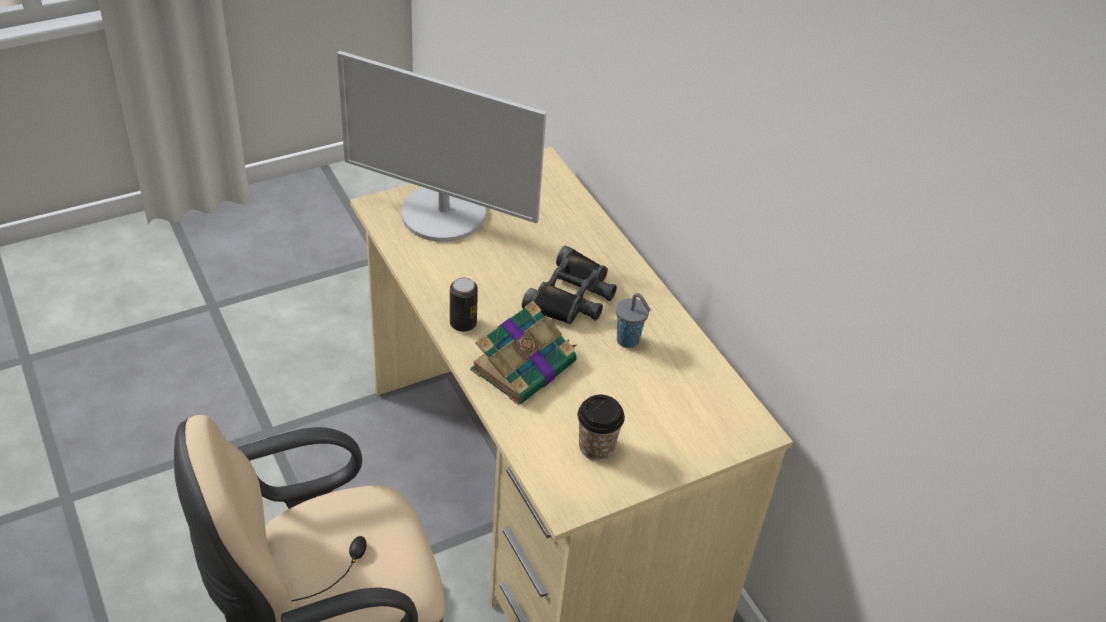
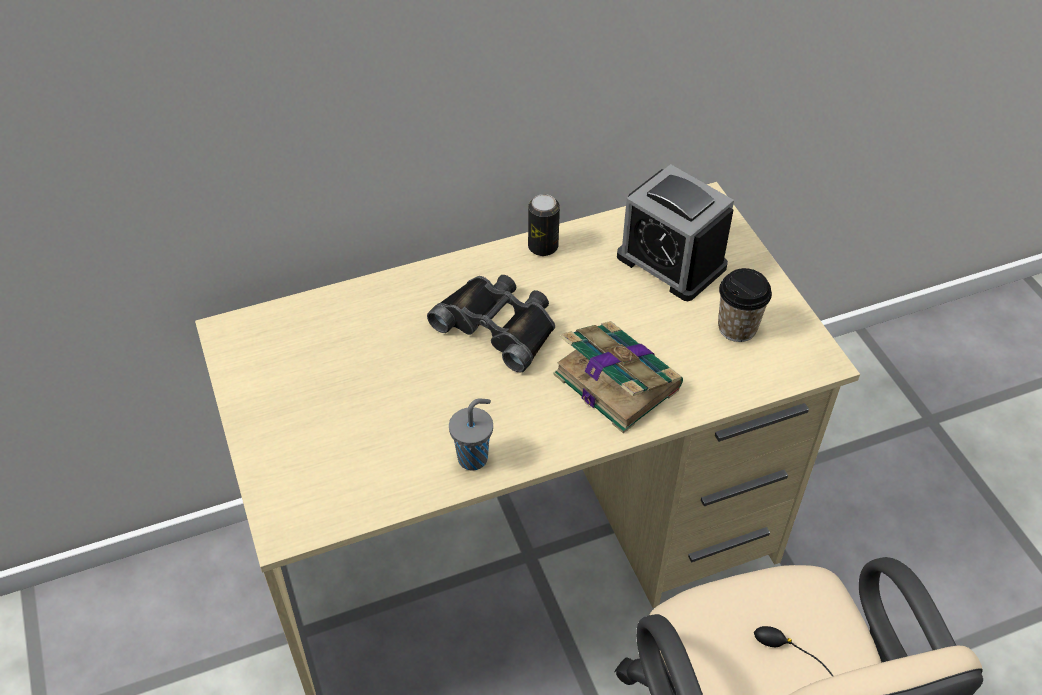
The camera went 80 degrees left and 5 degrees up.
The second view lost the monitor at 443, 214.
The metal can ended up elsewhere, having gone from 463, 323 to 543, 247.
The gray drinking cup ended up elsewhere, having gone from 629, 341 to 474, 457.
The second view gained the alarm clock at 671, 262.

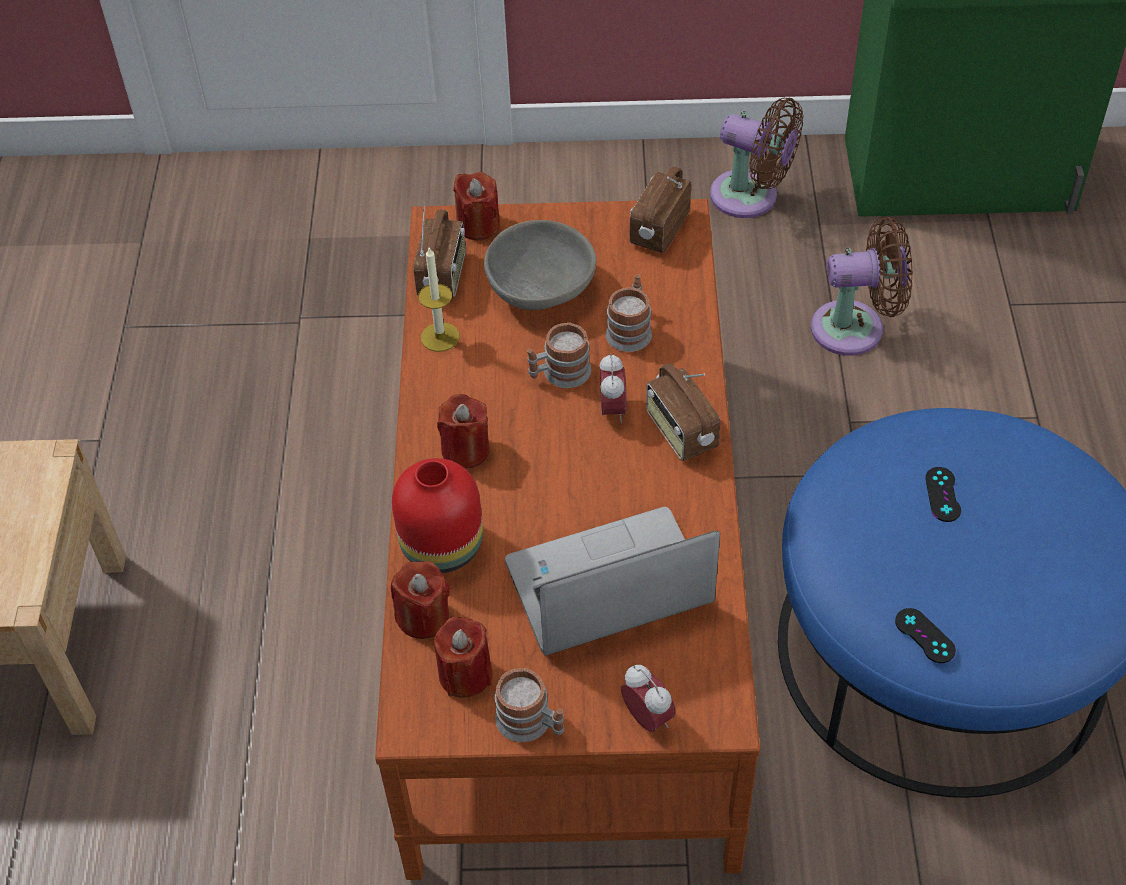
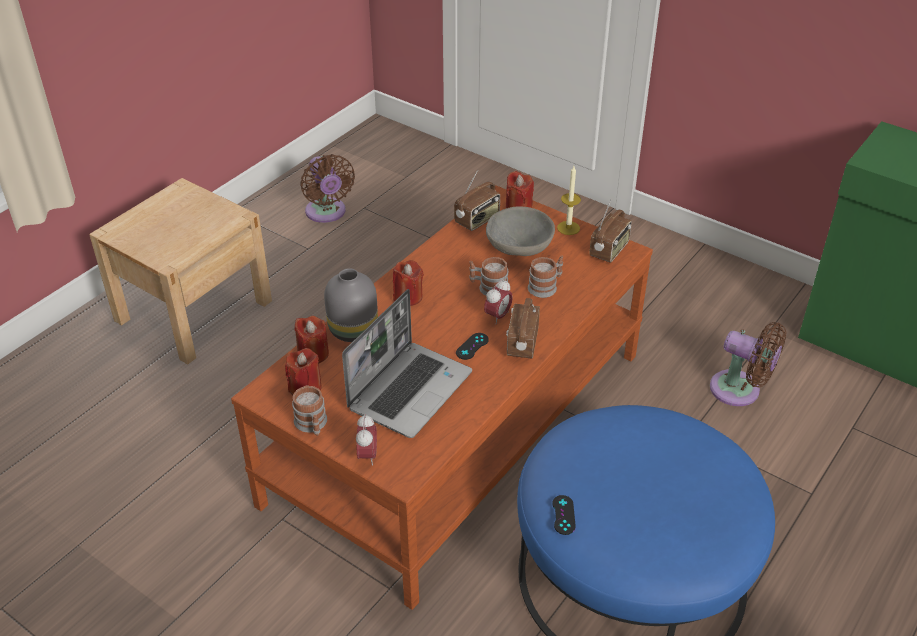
The camera went 35 degrees right and 10 degrees down.
The brown-coloured cooling fan ended up elsewhere, having gone from 751, 197 to 327, 213.
The radio set at 658, 229 ended up facing another way, 150 degrees clockwise from before.
The wax candle ended up elsewhere, having gone from 440, 337 to 568, 228.
What was the red decorative vase at 440, 545 turned into the gray decorative vase at 352, 329.
The black game controller ended up elsewhere, having gone from 942, 494 to 472, 346.
The laptop at 606, 587 ended up facing another way, 105 degrees clockwise from before.

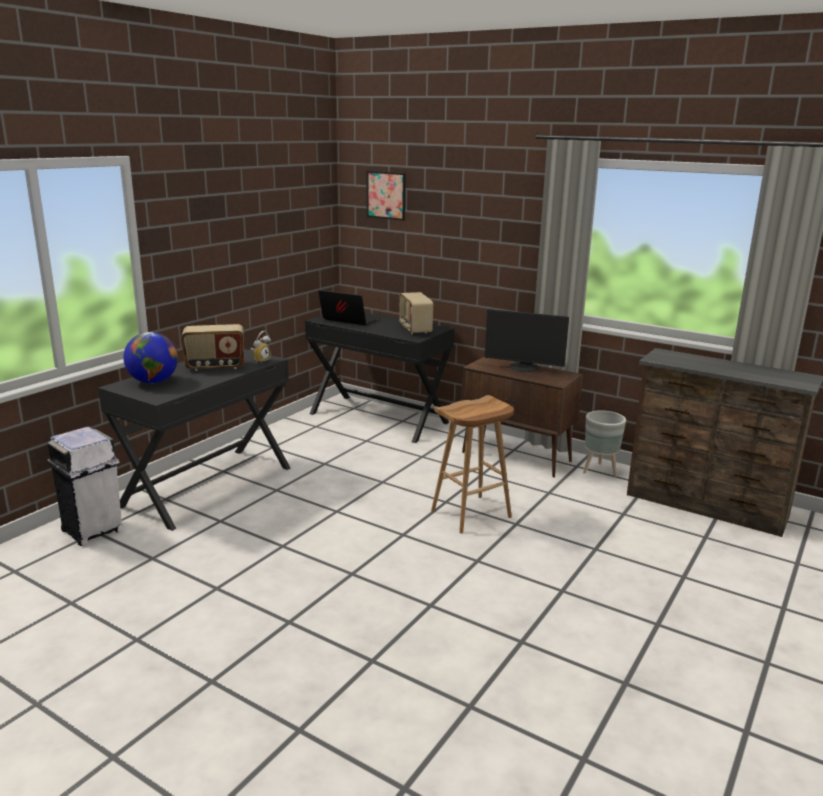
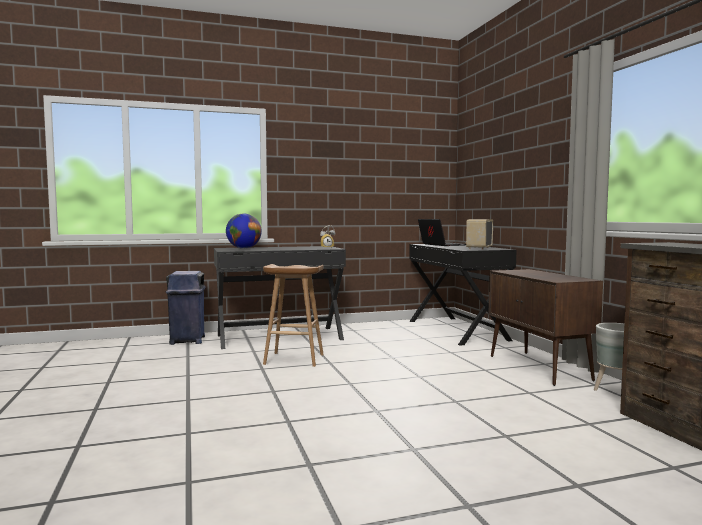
The camera went 40 degrees right and 15 degrees down.
The second view lost the wall picture at 386, 195.
The second view lost the monitor at 523, 368.
The second view lost the radio set at 215, 367.
The brown-coloured stool seat ended up elsewhere, having gone from 470, 514 to 293, 359.
What was the white-coloured waste bin at 93, 531 turned into the bluish waste bin at 187, 341.

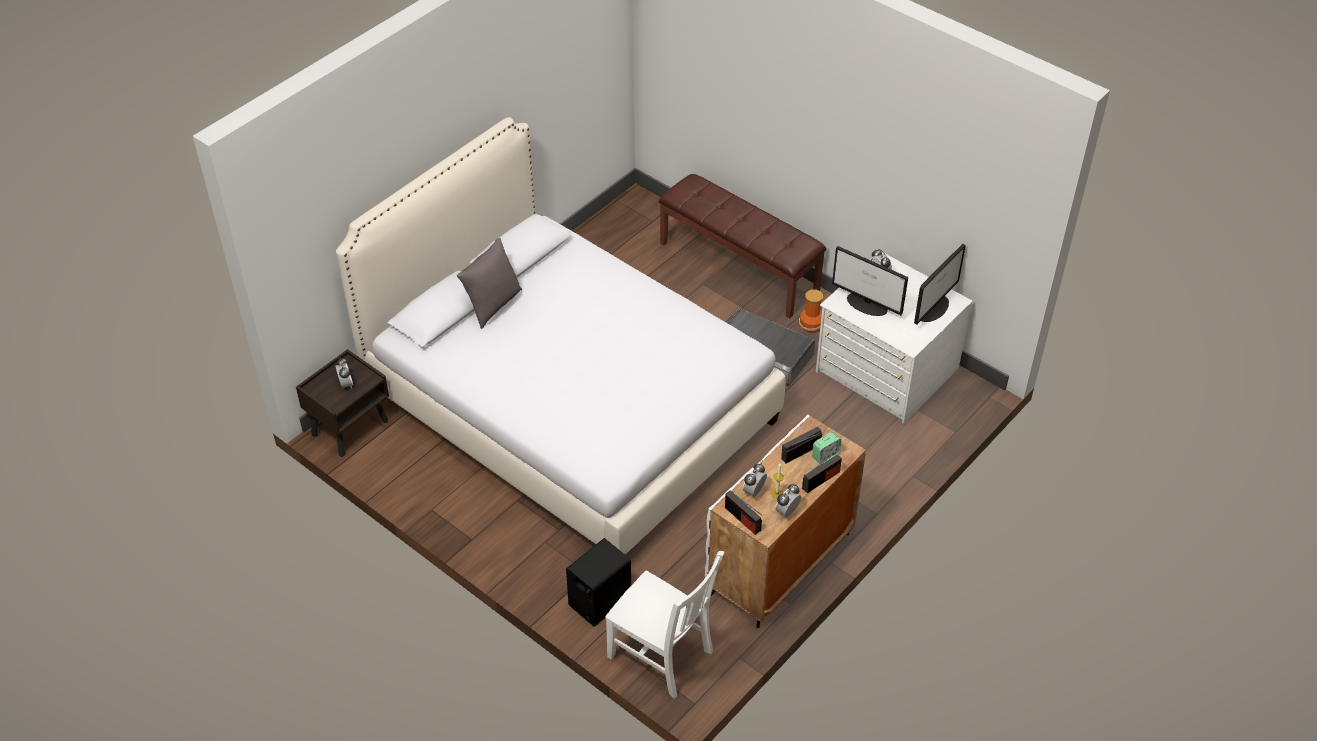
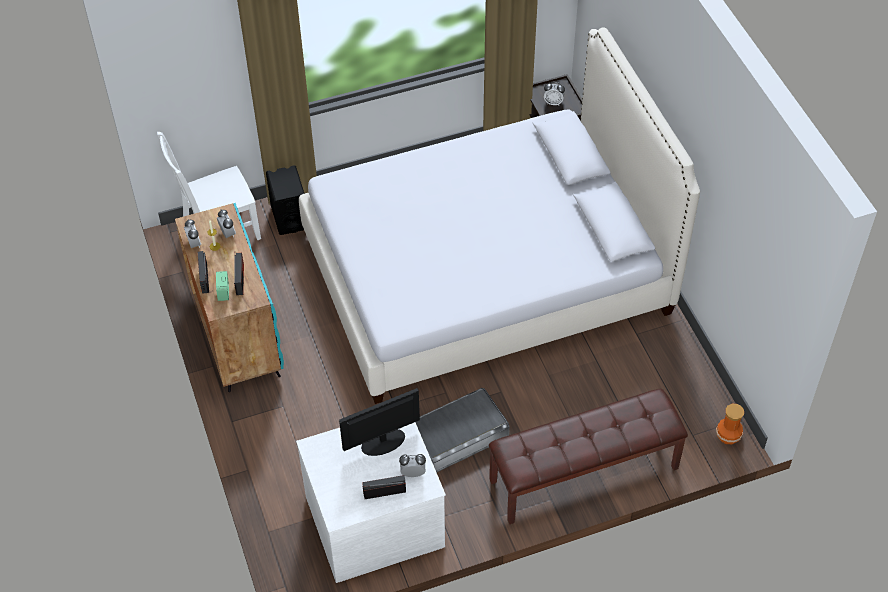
The camera went 120 degrees right and 5 degrees up.
The second view lost the gray cushion at 492, 305.
The second view lost the monitor at 933, 308.
The decorative vase ended up elsewhere, having gone from 811, 325 to 728, 435.
What was the white-coloured storage cabinet at 780, 564 turned into the blue-green storage cabinet at 236, 333.
The radio set ended up elsewhere, having gone from 742, 519 to 384, 492.

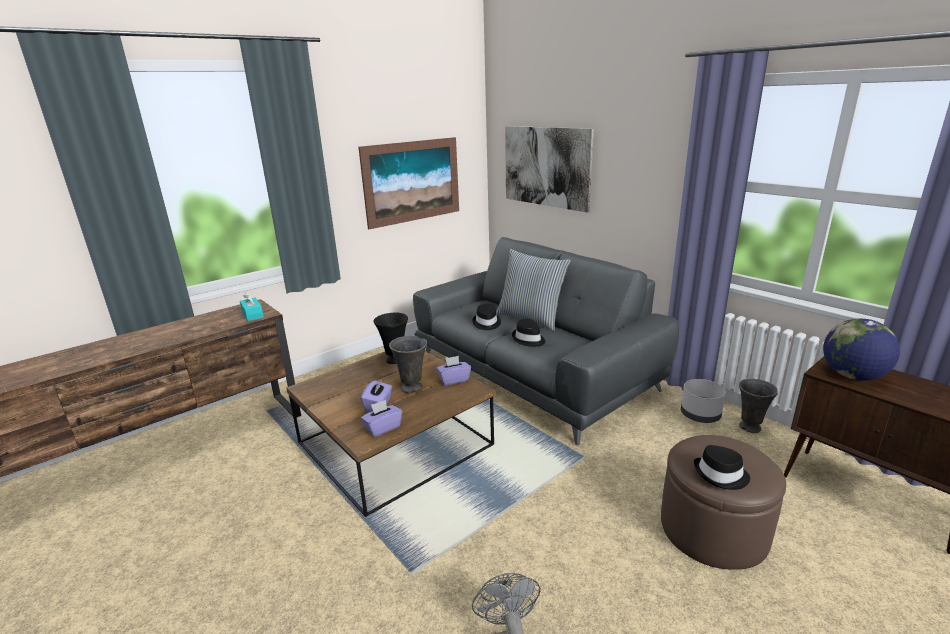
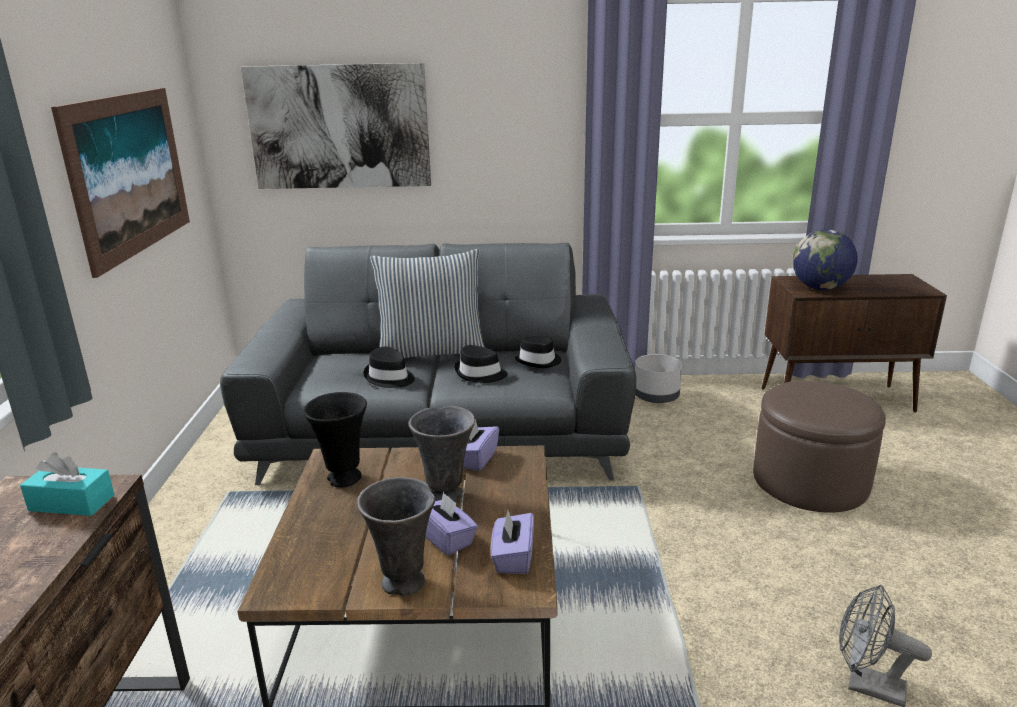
The camera went 50 degrees left and 0 degrees up.
The gray decorative vase ended up elsewhere, having gone from 750, 428 to 404, 584.
The black clothing hat ended up elsewhere, having gone from 721, 475 to 539, 361.

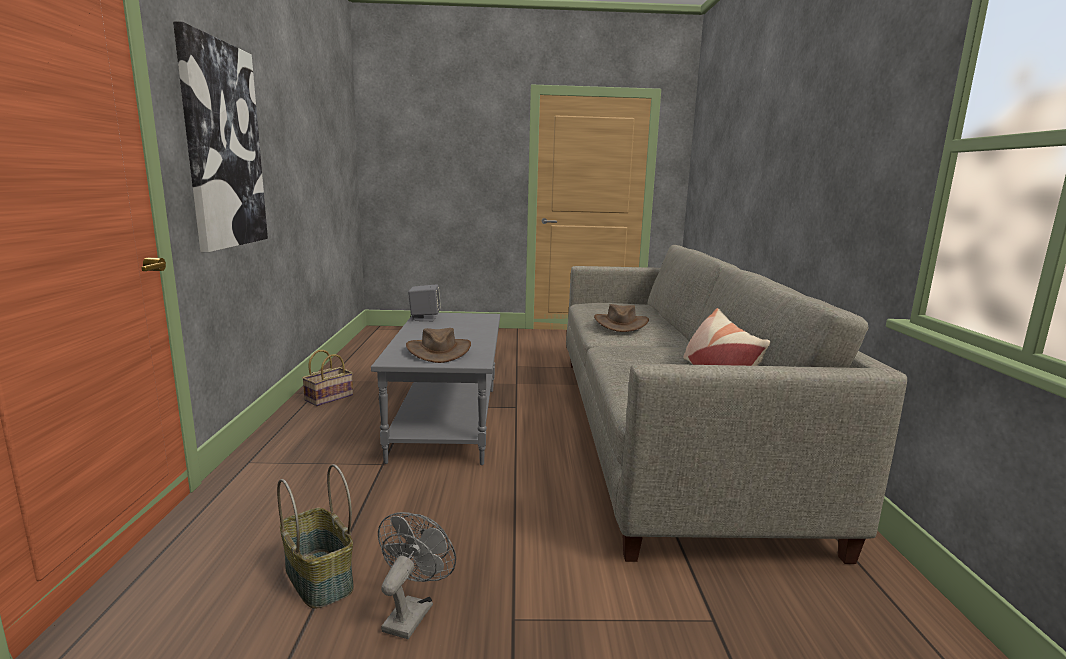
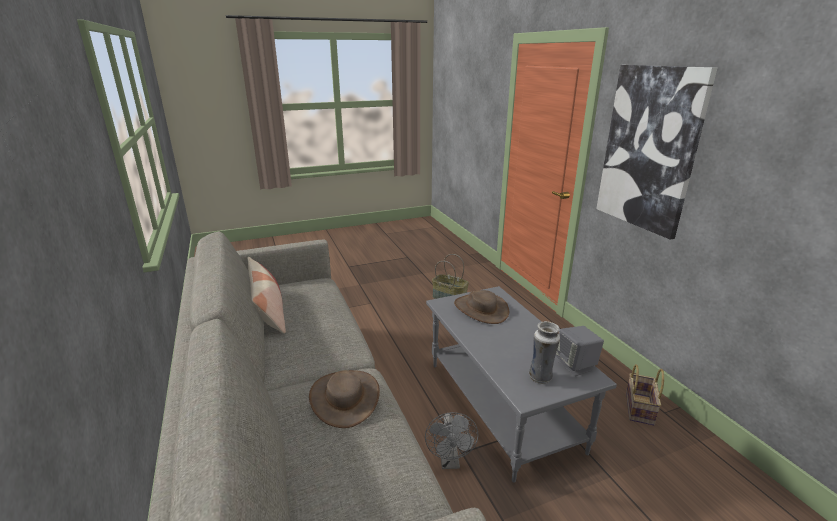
The camera went 160 degrees right and 10 degrees up.
The gray cooling fan ended up elsewhere, having gone from 411, 612 to 450, 461.
The second view gained the decorative vase at 541, 377.

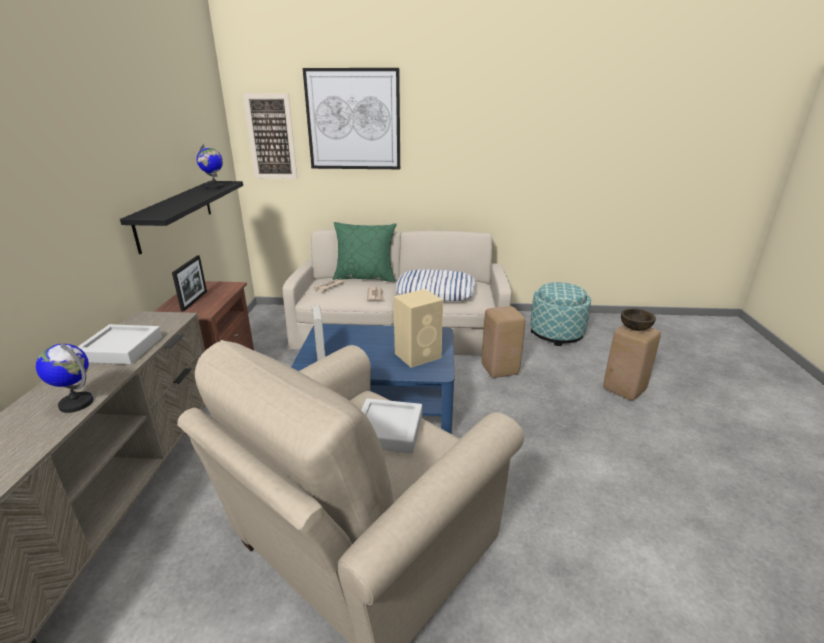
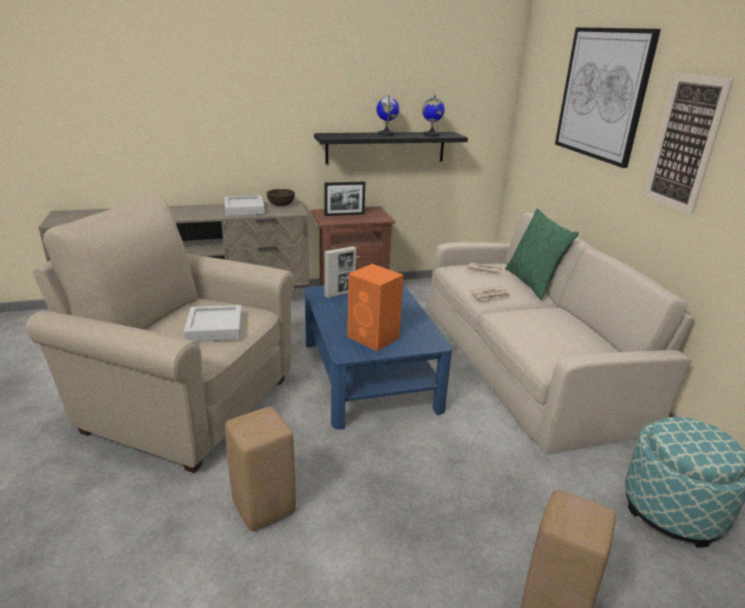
The camera went 70 degrees right and 0 degrees up.
The wall picture ended up elsewhere, having gone from 271, 137 to 684, 143.
The second view lost the cushion at 436, 291.
What was the beige speaker at 418, 355 turned into the orangey speaker at 374, 338.
The beige stool seat ended up elsewhere, having gone from 498, 369 to 264, 507.
The brown-coloured deep dish ended up elsewhere, having gone from 635, 328 to 281, 205.
The globe ended up elsewhere, having gone from 76, 403 to 386, 134.

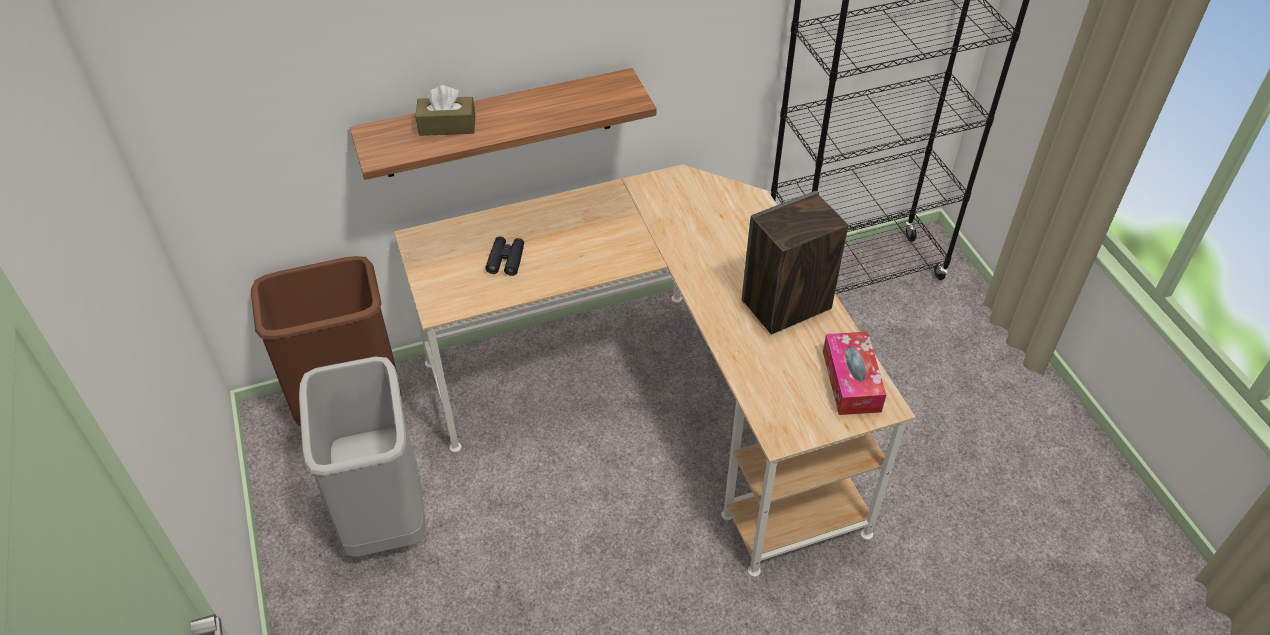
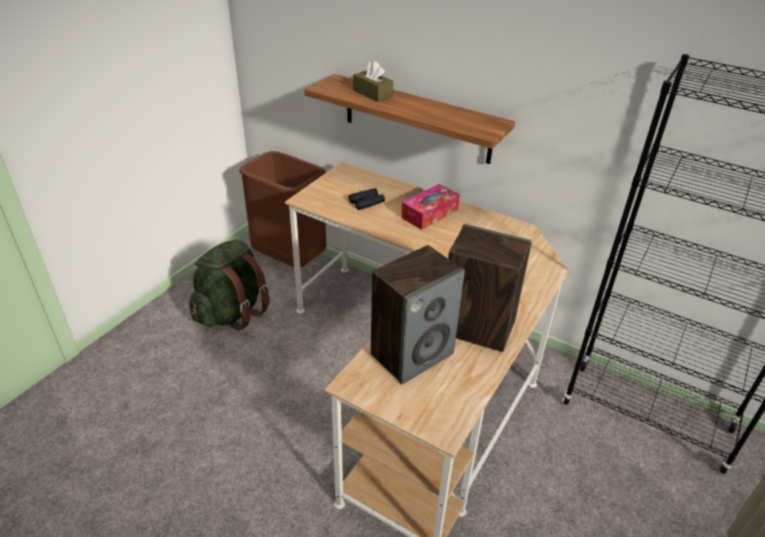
The camera went 50 degrees right and 10 degrees down.
The tissue box ended up elsewhere, having gone from 851, 381 to 429, 214.
Where the gray waste bin stood at 386, 516, the greenish backpack came to stand at 233, 312.
The second view gained the speaker at 412, 354.

